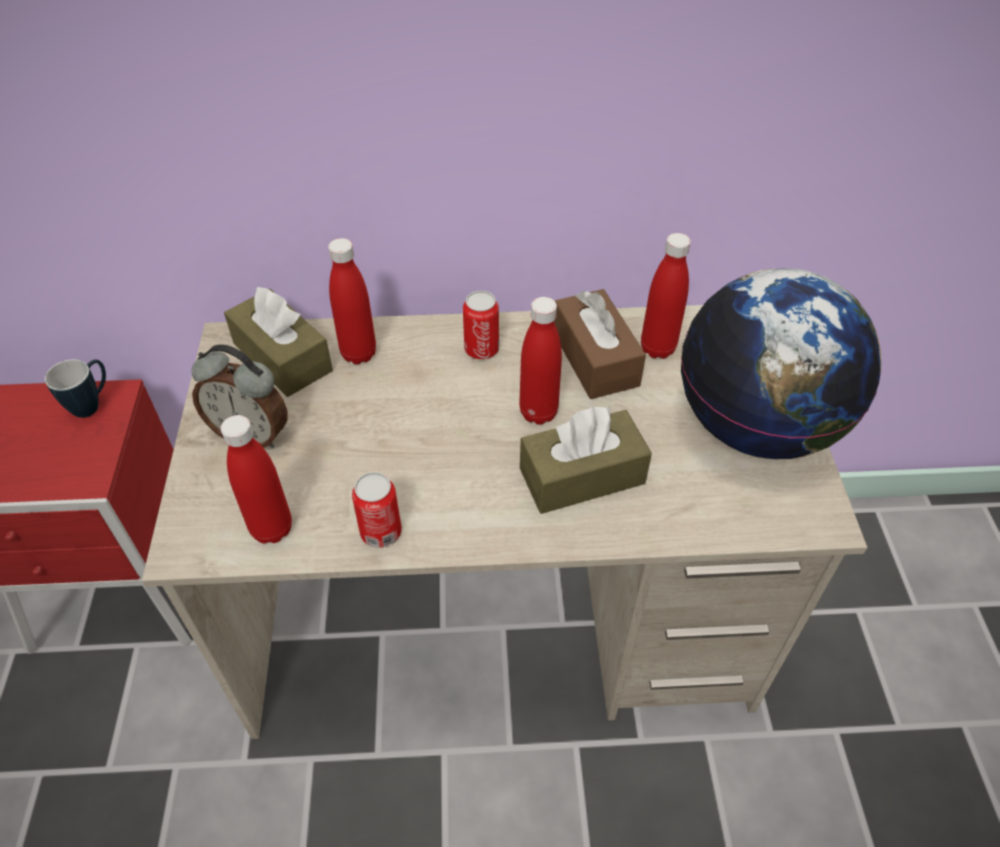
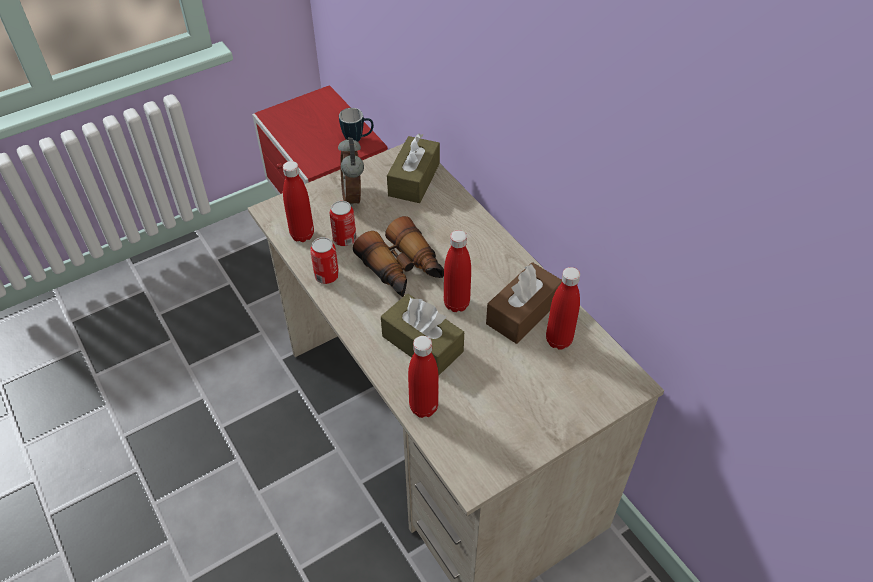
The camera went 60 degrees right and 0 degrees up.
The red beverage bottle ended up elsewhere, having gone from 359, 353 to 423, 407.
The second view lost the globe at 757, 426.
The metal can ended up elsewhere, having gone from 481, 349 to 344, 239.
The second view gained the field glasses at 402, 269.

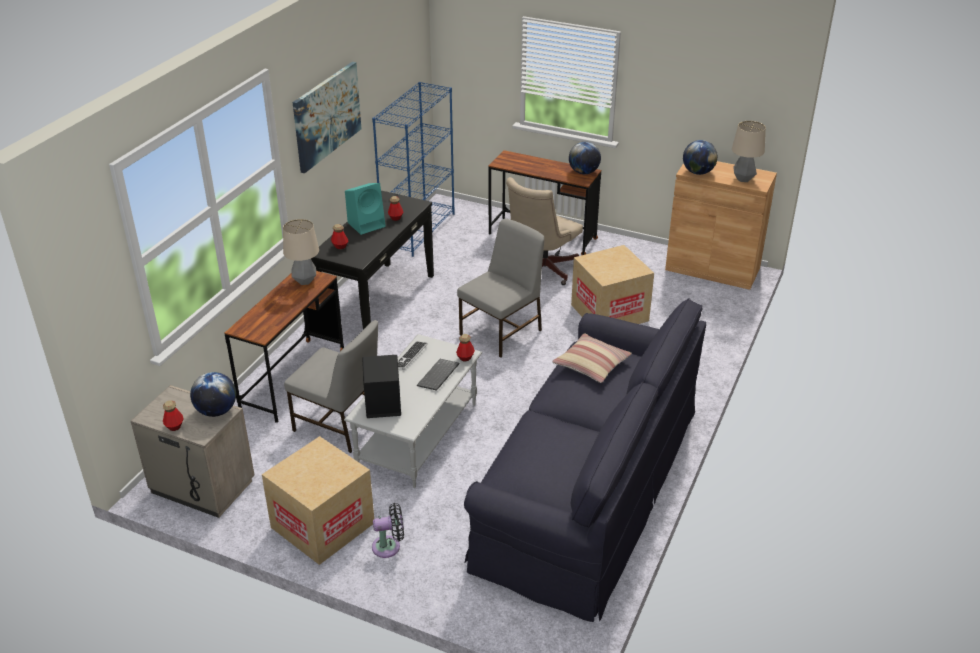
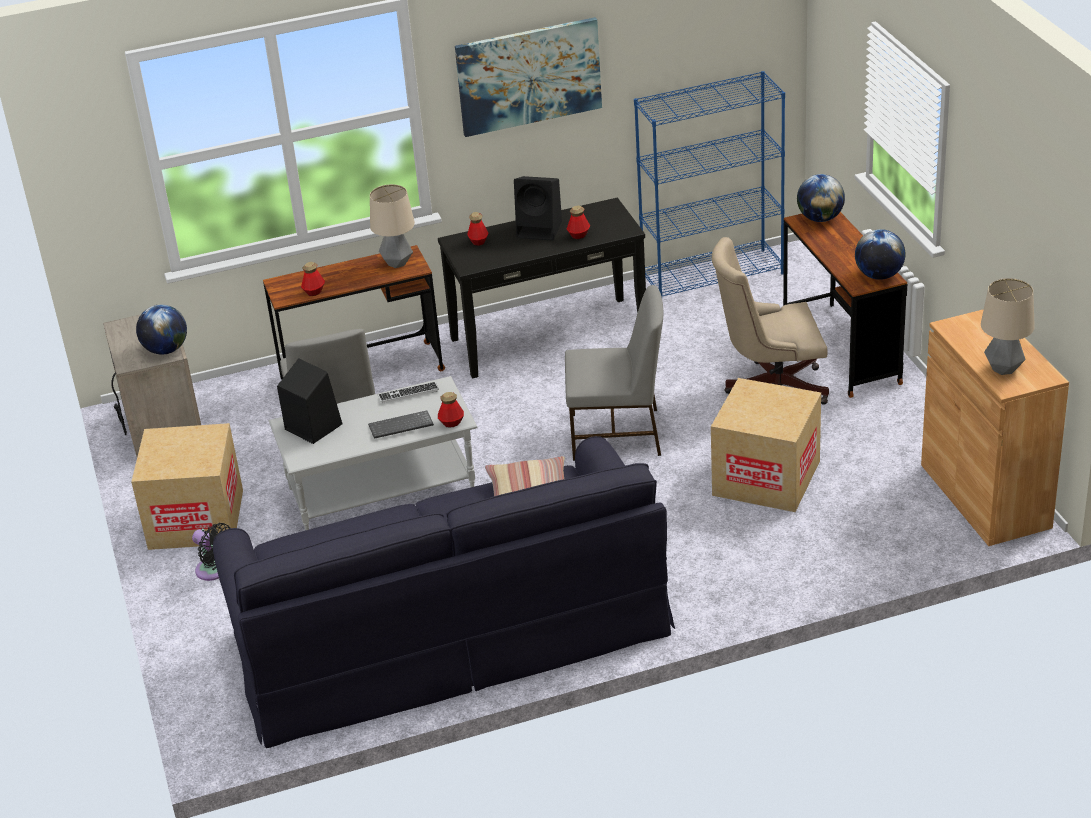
The camera went 50 degrees right and 0 degrees up.
The globe ended up elsewhere, having gone from 698, 172 to 820, 218.
What was the blue-green speaker at 367, 224 turned into the black speaker at 540, 229.
The beverage bottle ended up elsewhere, having gone from 174, 426 to 314, 292.

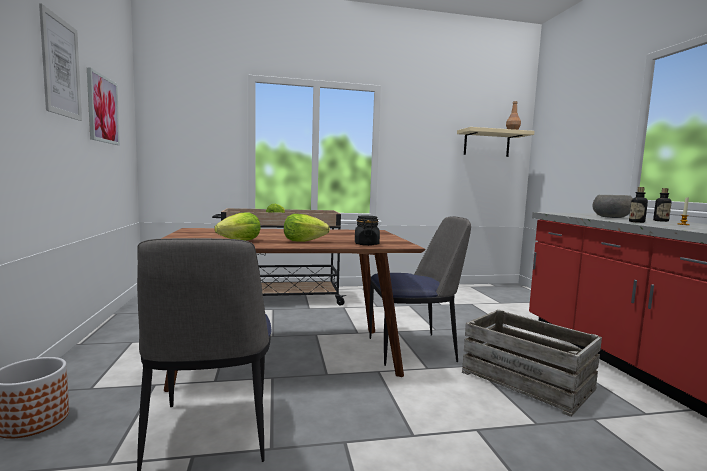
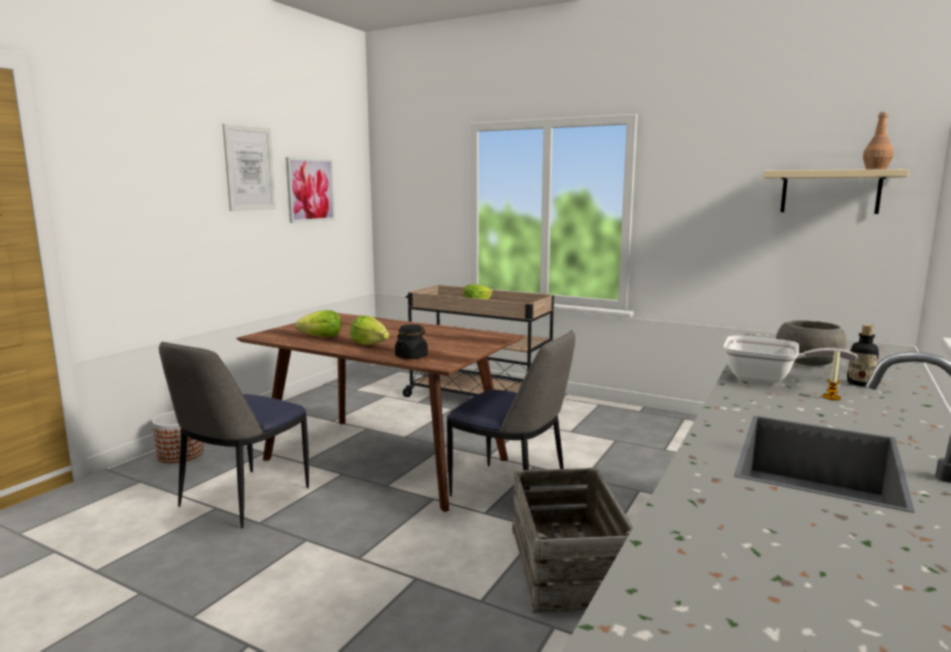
The camera went 40 degrees right and 5 degrees up.
Where the beverage bottle stood at 636, 222, the frying pan came to stand at 768, 379.

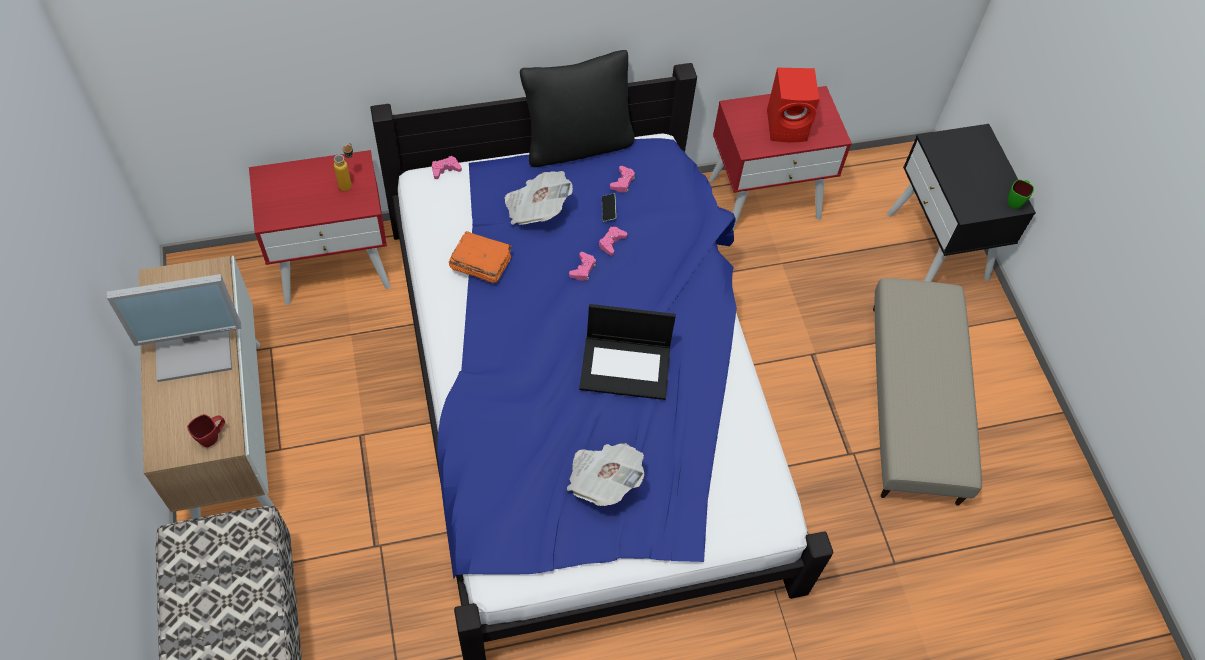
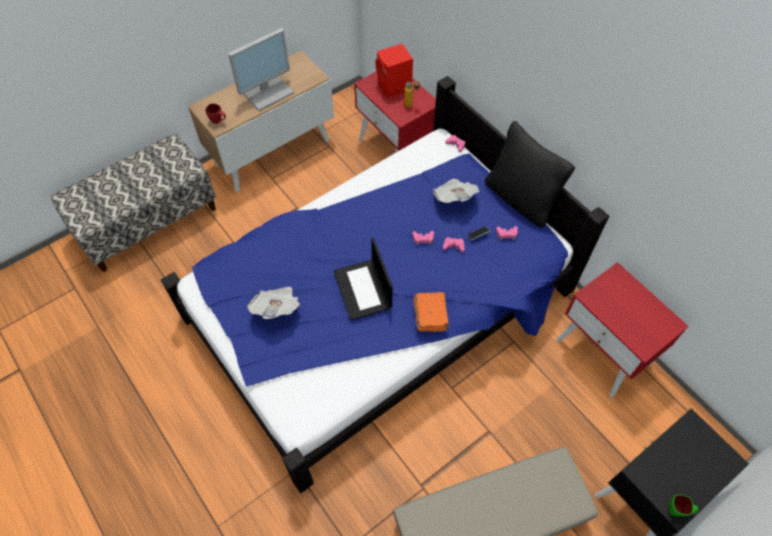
The camera went 70 degrees right and 0 degrees up.
The red speaker ended up elsewhere, having gone from 788, 126 to 394, 87.
The orangey book ended up elsewhere, having gone from 480, 263 to 431, 315.
The monitor at 195, 346 ended up facing another way, 90 degrees counterclockwise from before.

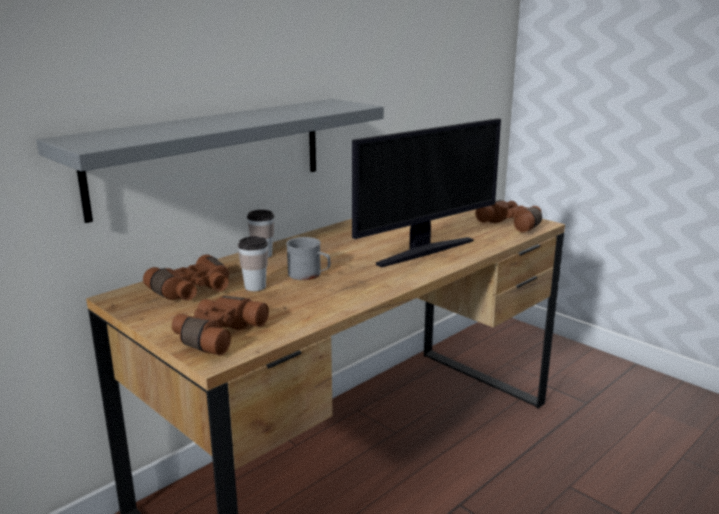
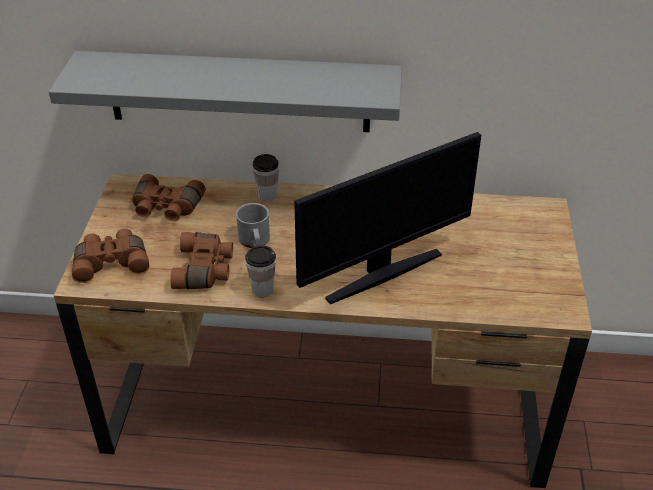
The camera went 50 degrees right and 20 degrees up.
The monitor at 424, 251 ended up facing another way, 45 degrees counterclockwise from before.
The brown-coloured field glasses ended up elsewhere, having gone from 512, 224 to 205, 270.
The drinking cup ended up elsewhere, having gone from 255, 287 to 262, 290.

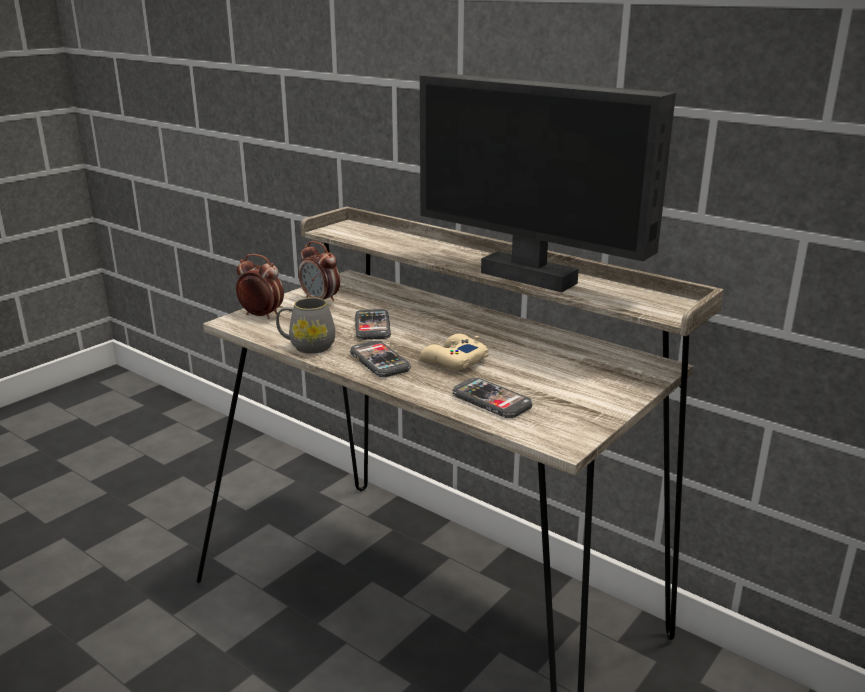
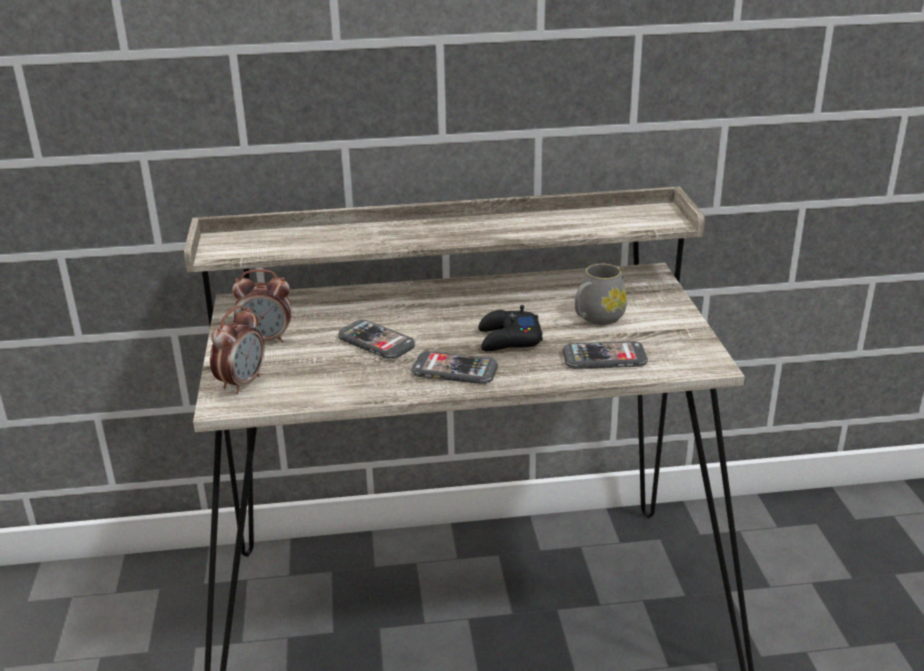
The camera went 45 degrees left and 5 degrees up.
The second view lost the monitor at 530, 277.
The alarm clock at 261, 316 ended up facing another way, 135 degrees clockwise from before.
The gray mug ended up elsewhere, having gone from 307, 346 to 596, 318.
What was the beige game controller at 453, 360 turned into the black game controller at 508, 339.

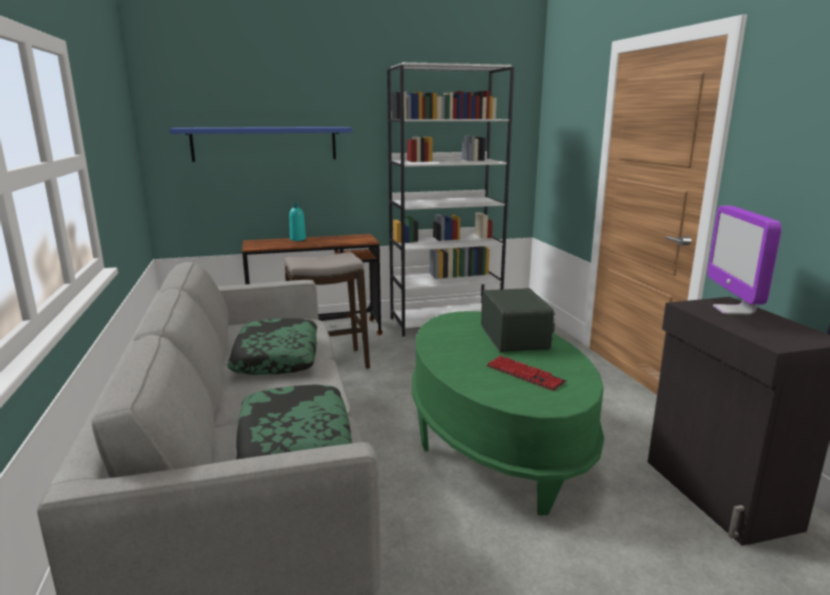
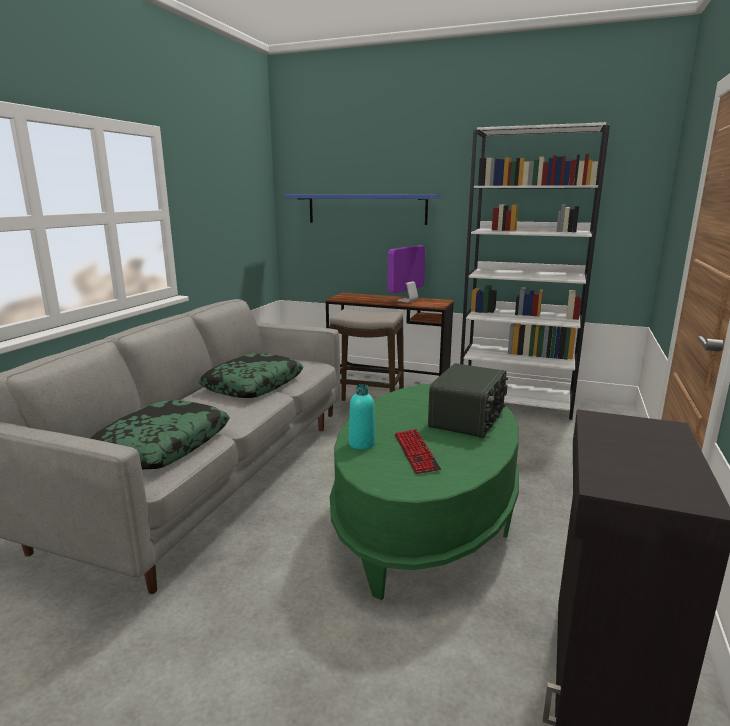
The camera went 35 degrees right and 0 degrees up.
The blue-green beverage bottle ended up elsewhere, having gone from 298, 239 to 362, 444.
The monitor ended up elsewhere, having gone from 733, 310 to 407, 301.

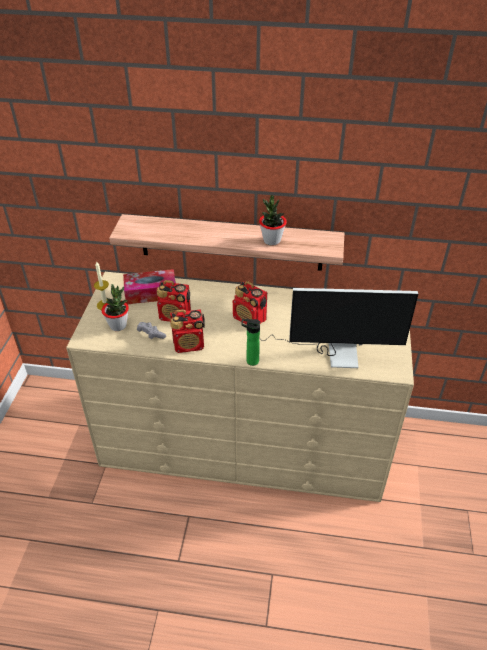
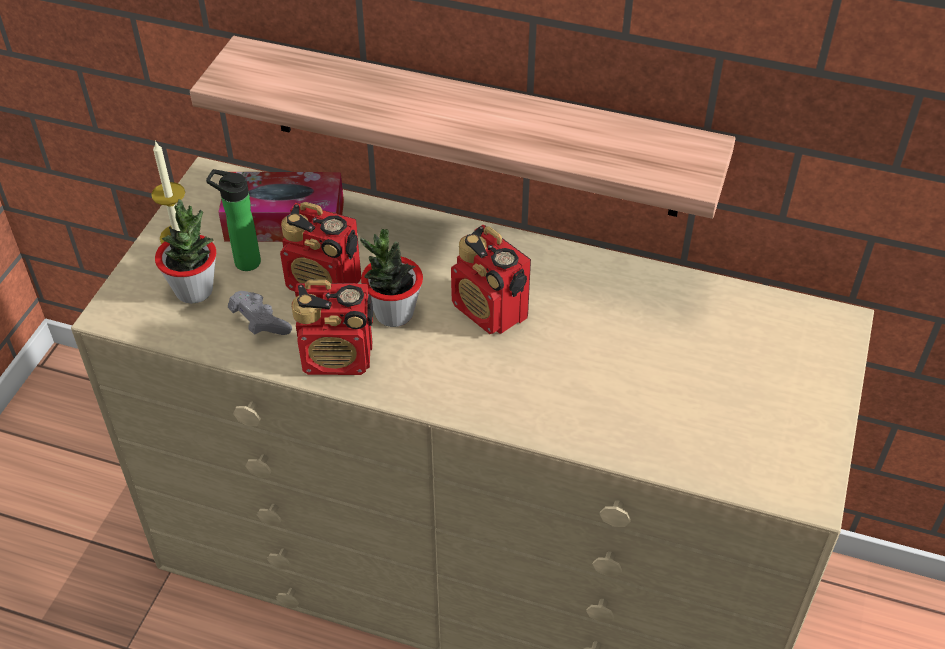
The camera went 10 degrees right and 5 degrees up.
The plant in a pot ended up elsewhere, having gone from 272, 240 to 394, 314.
The second view lost the monitor at 331, 353.
The beverage bottle ended up elsewhere, having gone from 250, 361 to 243, 261.

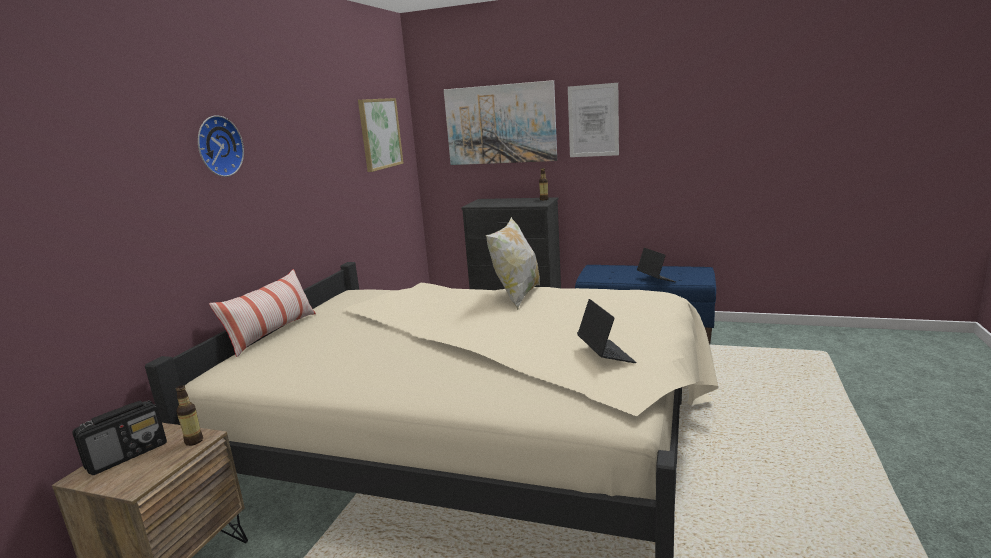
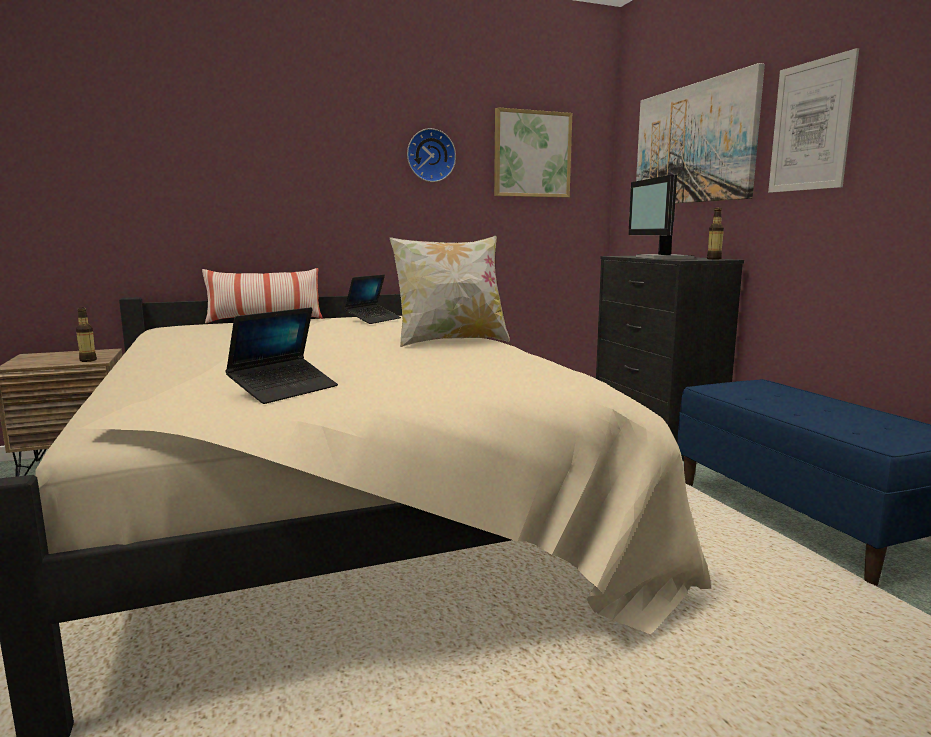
The camera went 50 degrees right and 5 degrees down.
The wall clock ended up elsewhere, having gone from 217, 146 to 430, 156.
The laptop ended up elsewhere, having gone from 656, 279 to 373, 320.
The second view lost the radio set at 128, 455.
The second view gained the monitor at 662, 258.

